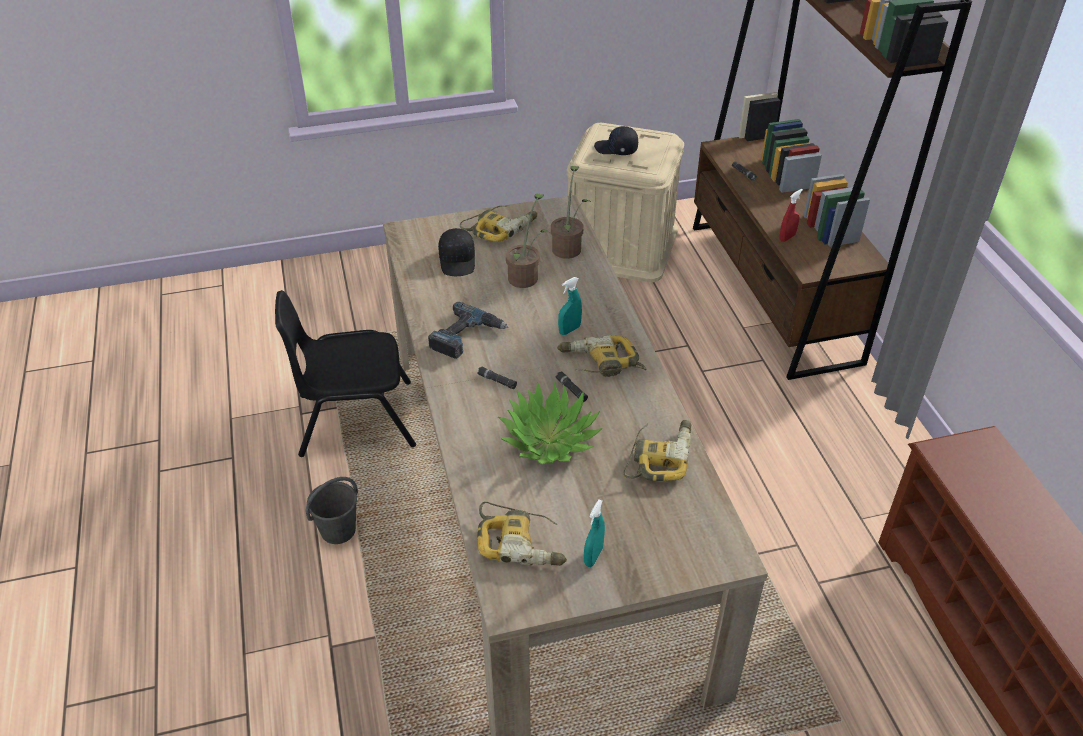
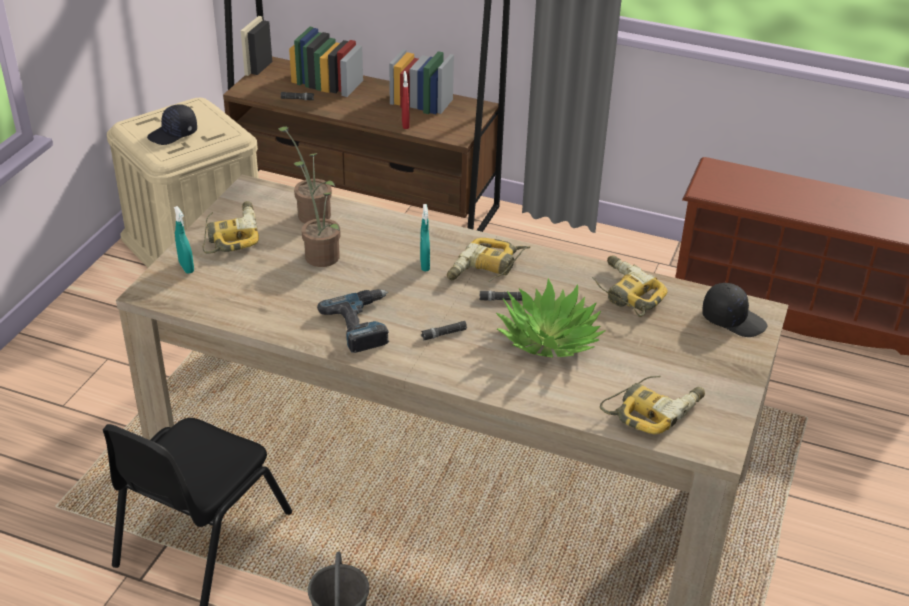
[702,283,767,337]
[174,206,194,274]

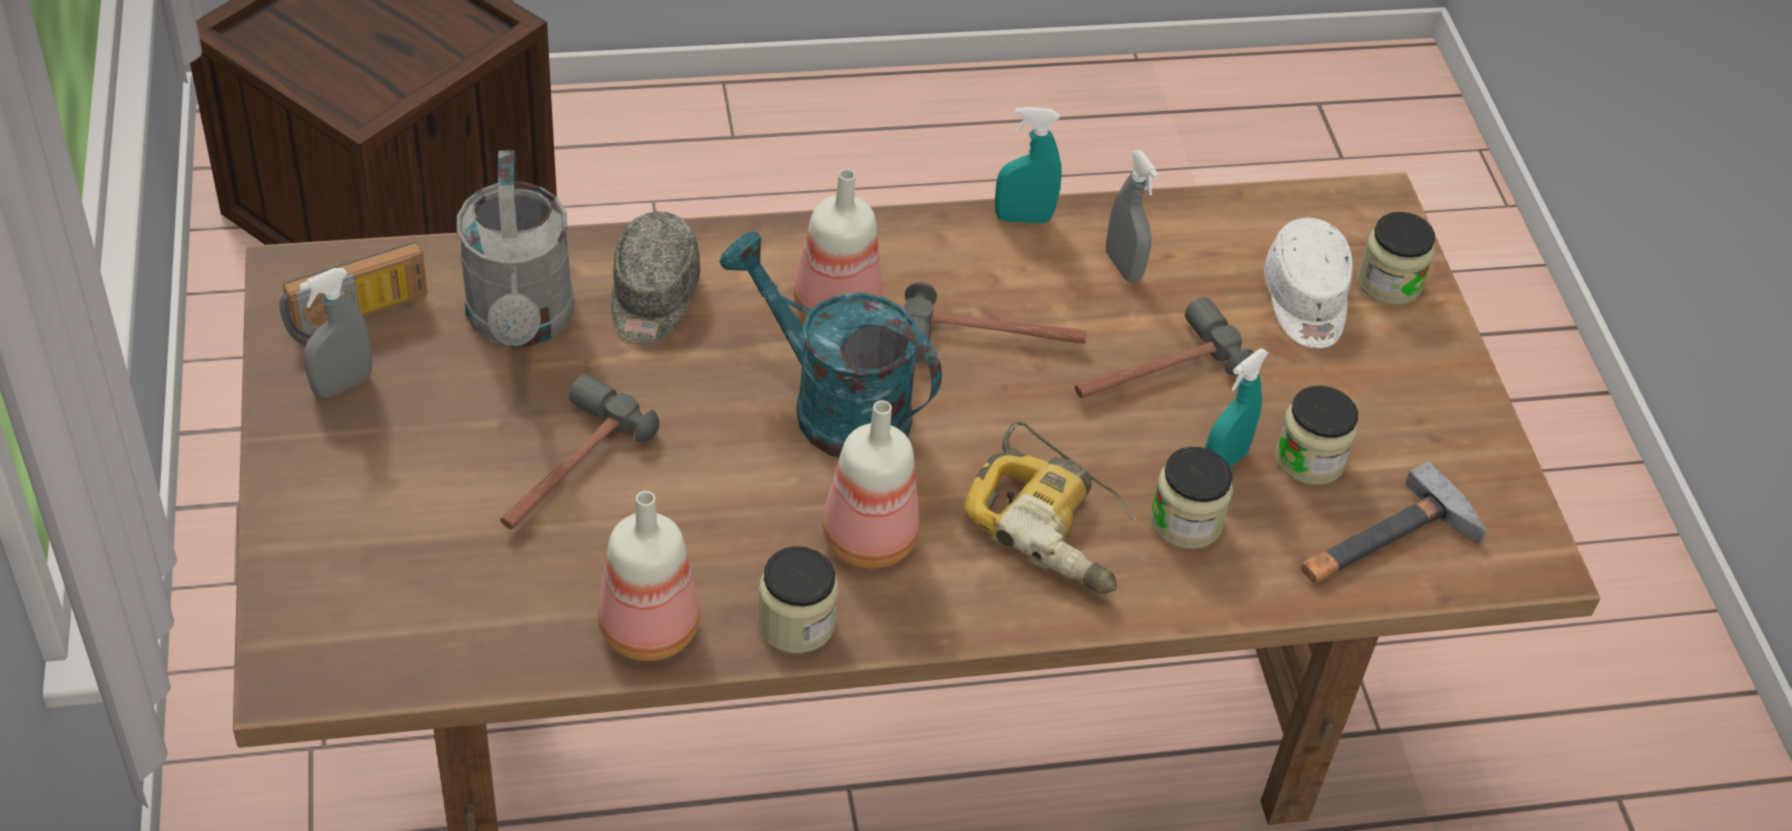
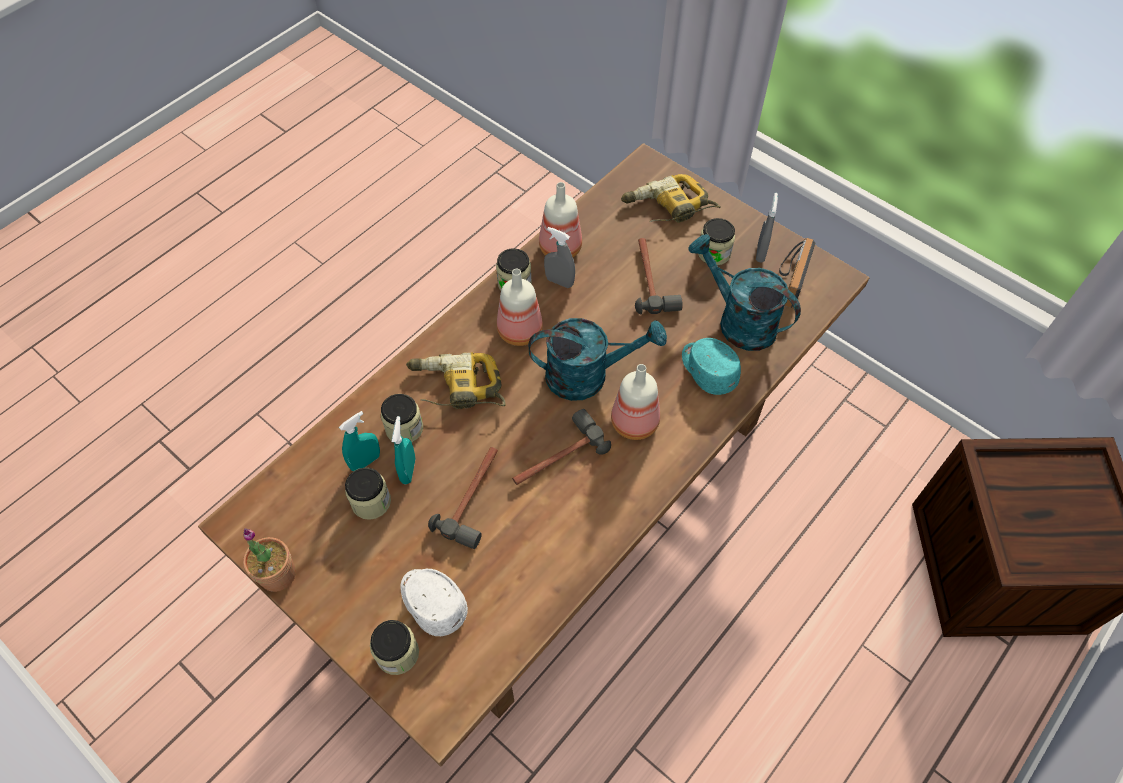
[1301,461,1486,583] (first image)
[243,528,296,592]
[621,174,721,223]
[698,218,735,265]
[339,411,380,471]
[544,227,575,288]
[688,234,801,351]
[682,338,741,395]

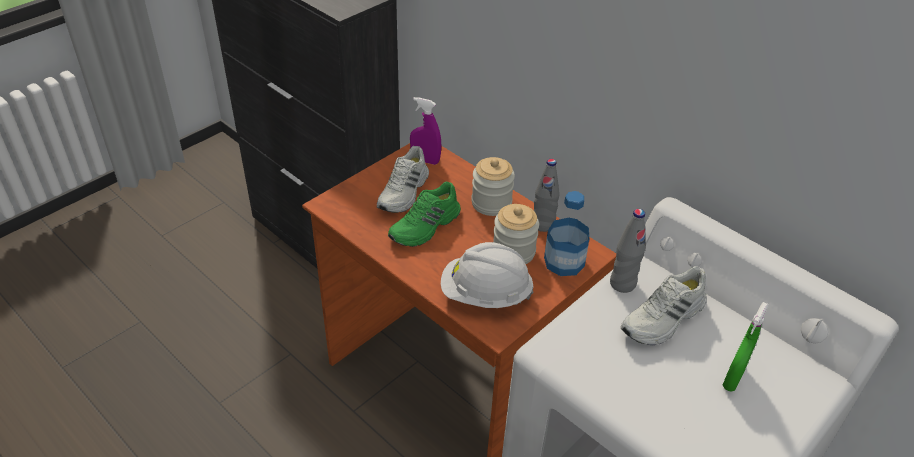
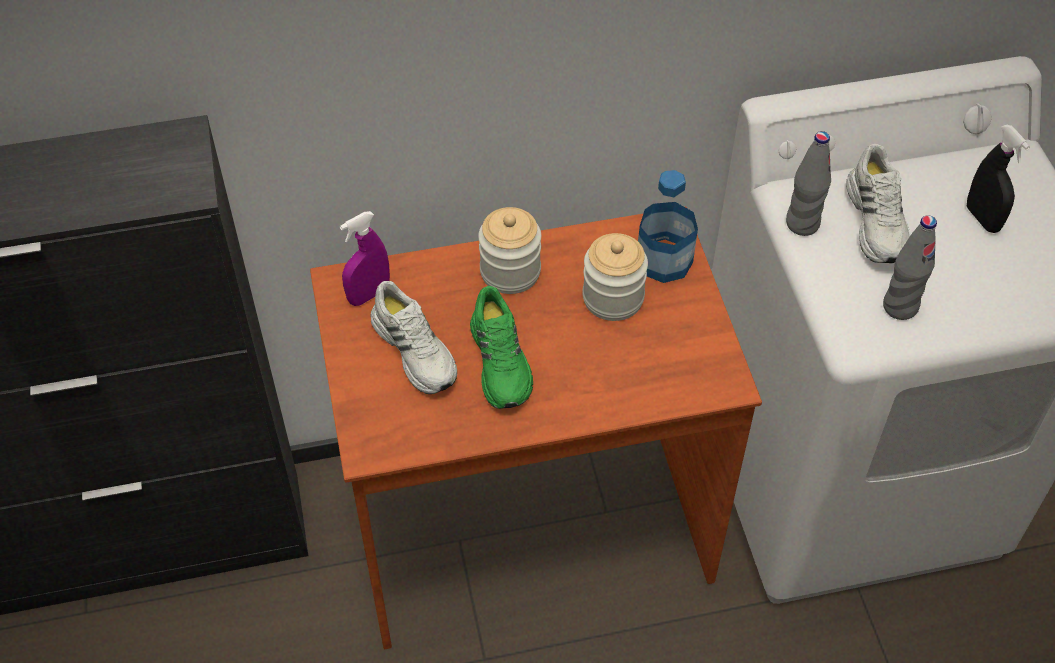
[441,242,534,308] (first image)
[883,215,937,320]
[967,125,1030,233]

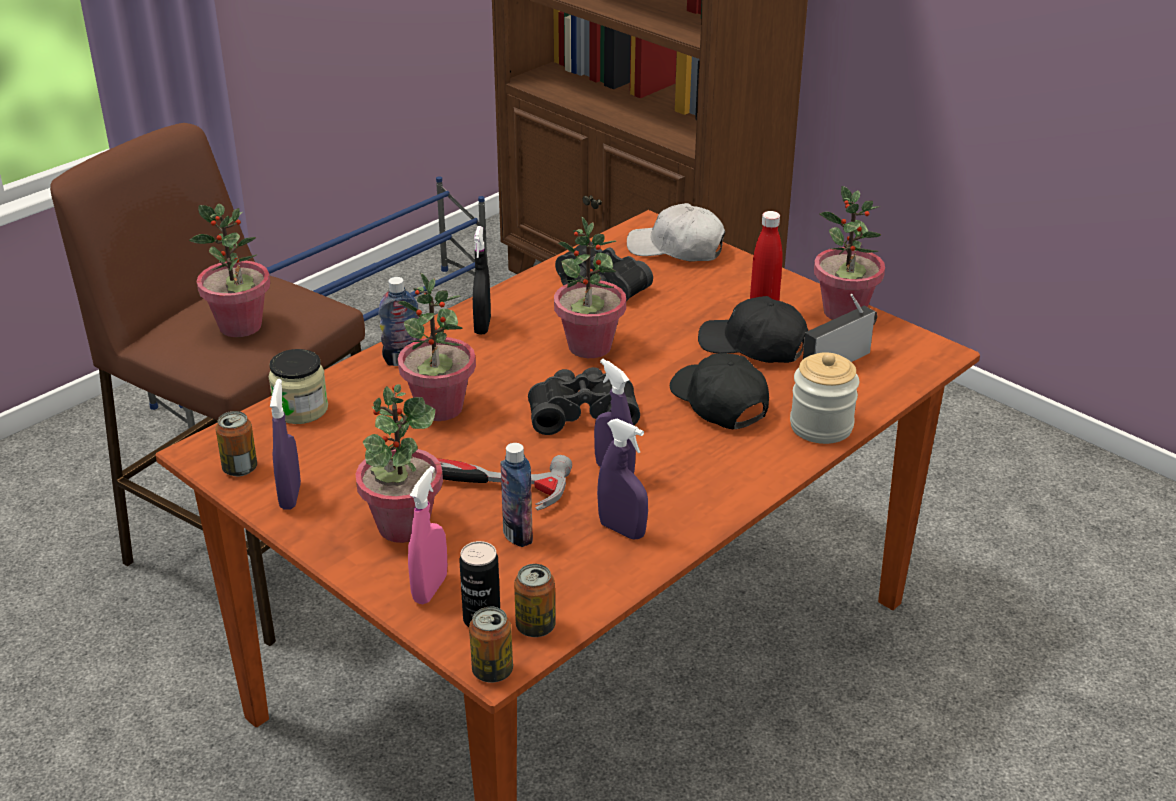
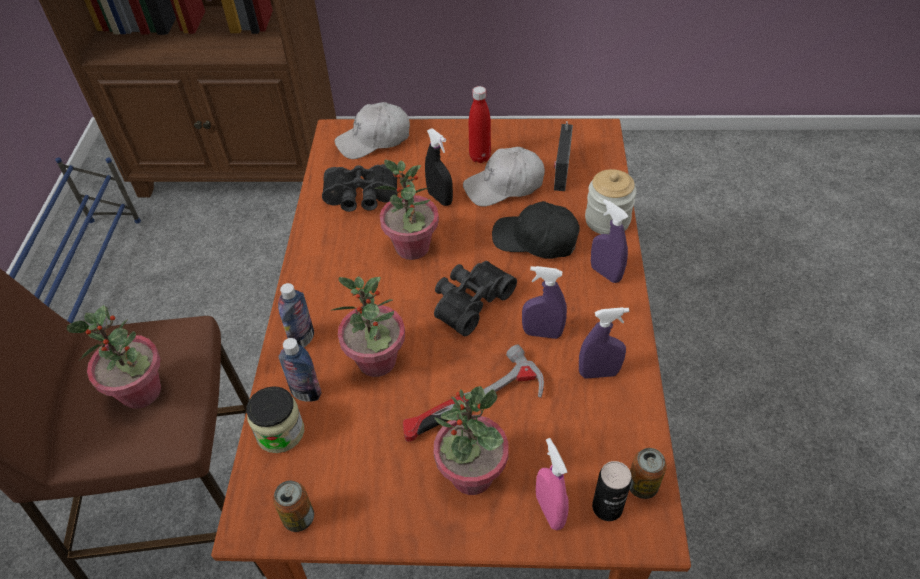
[469,606,513,682] (first image)
[814,186,885,320] (first image)
[591,199,629,283]
[425,128,453,206]
[278,338,322,402]
[463,147,545,207]

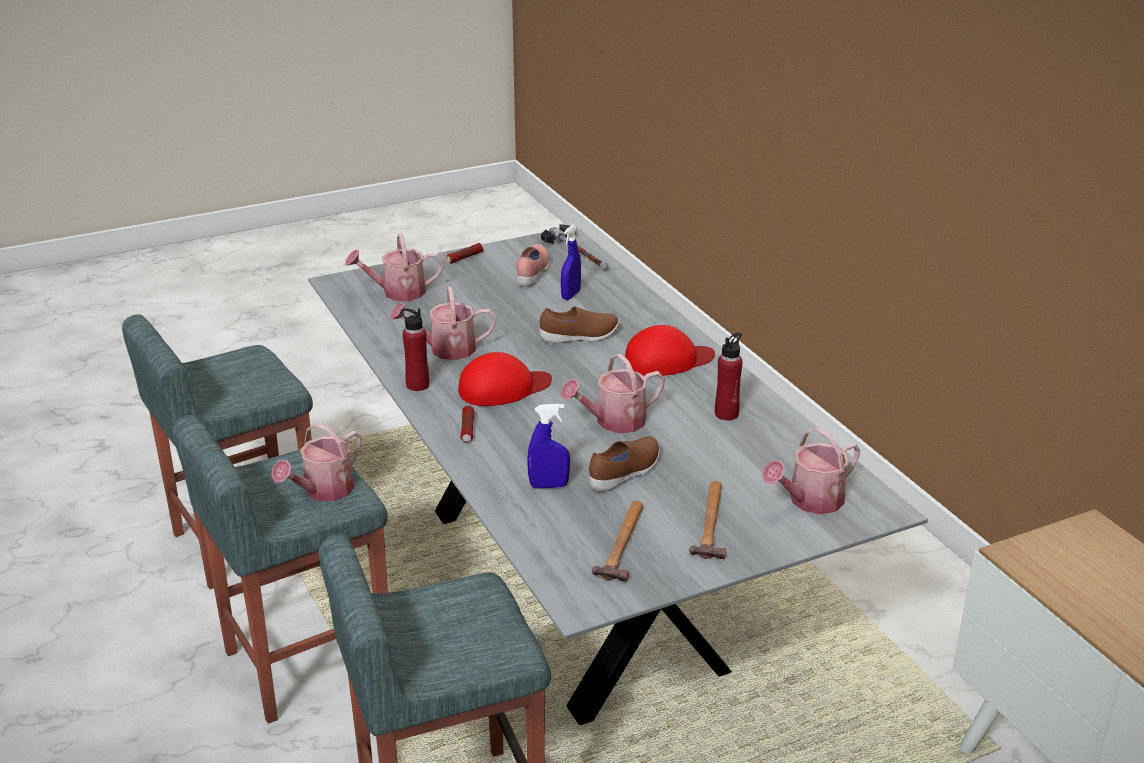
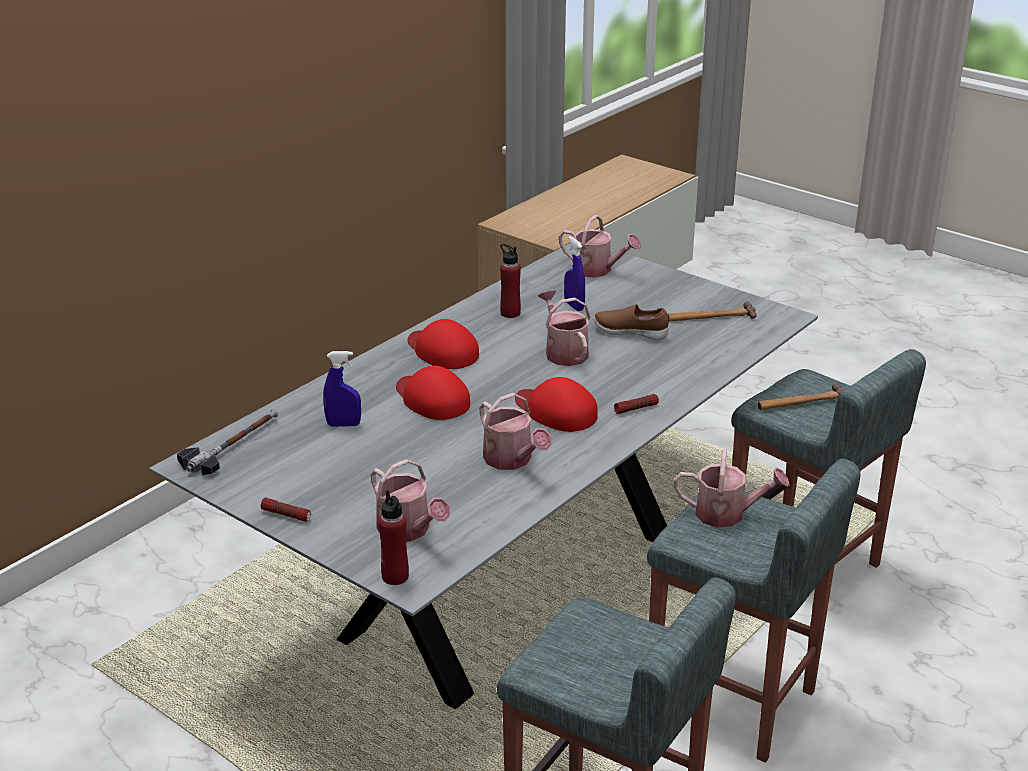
[516,244,549,287] (first image)
[379,490,409,585]
[564,236,585,311]
[758,383,845,410]
[396,366,470,420]
[538,290,591,366]

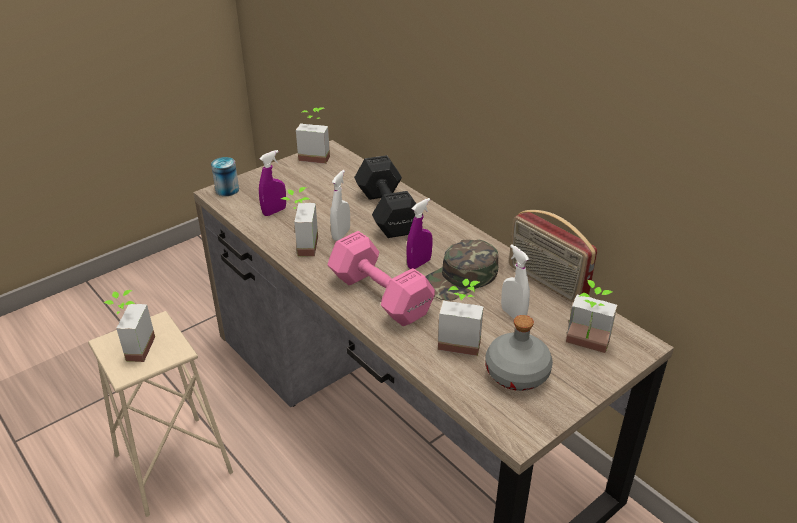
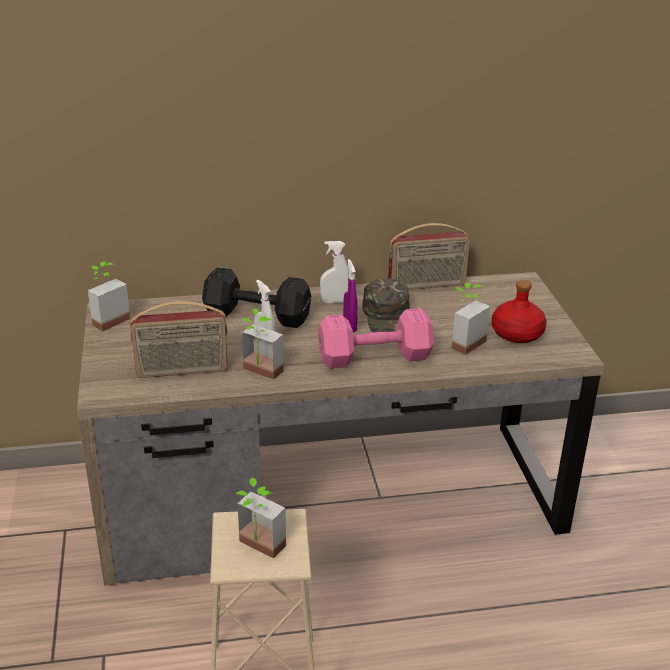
[211,157,239,196] (first image)
[566,280,617,353] (first image)
[320,241,349,303]
[130,301,228,378]
[492,280,547,343]

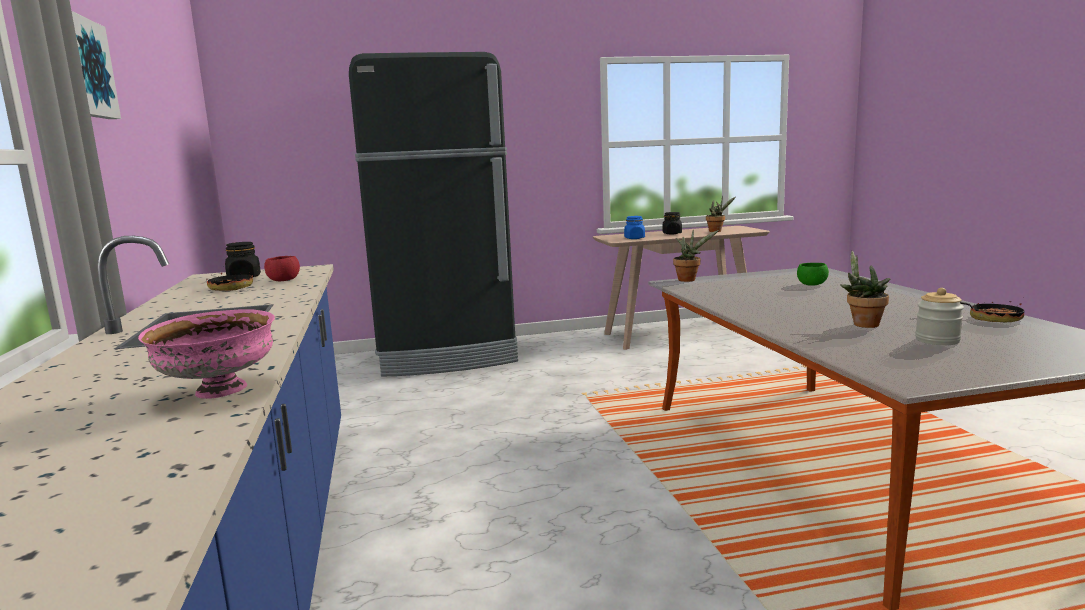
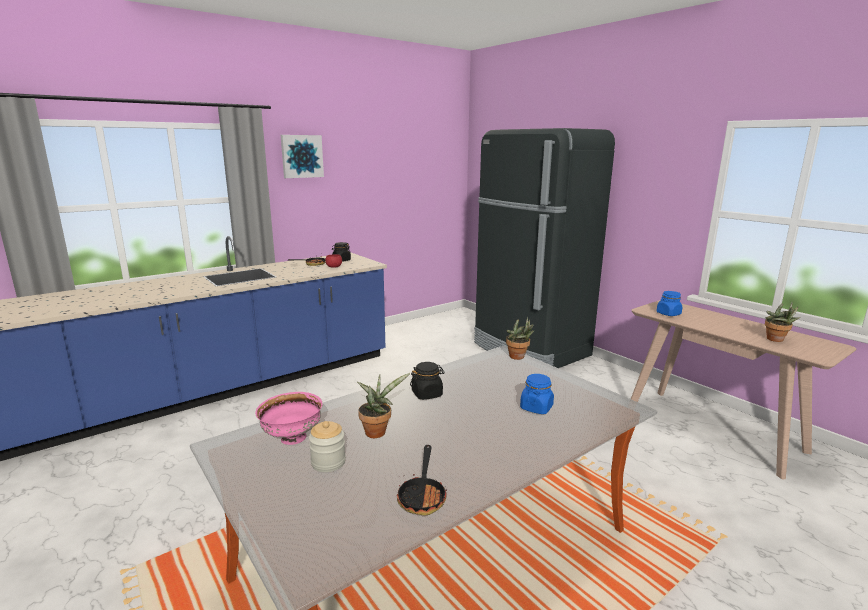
[255,392,323,445]
[410,362,445,400]
[520,374,554,414]

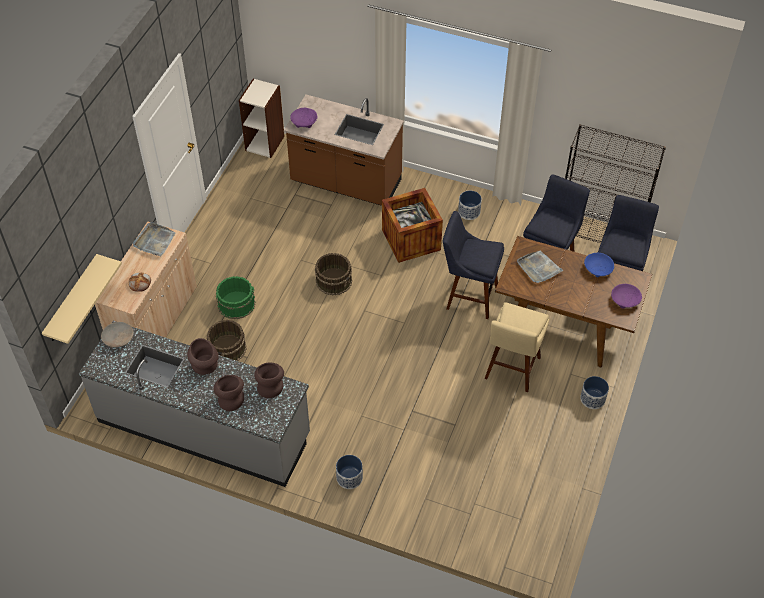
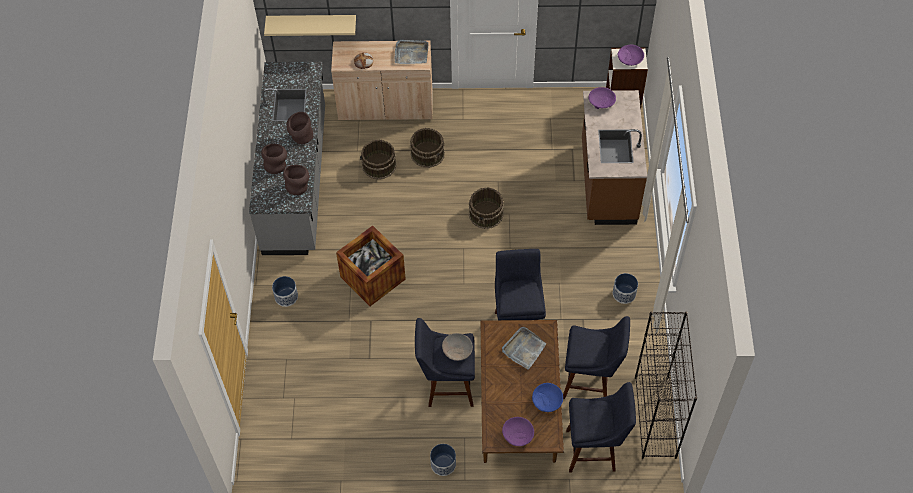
[618,45,644,66]
[442,333,473,361]
[336,226,406,306]
[410,128,445,168]
[415,318,475,407]

